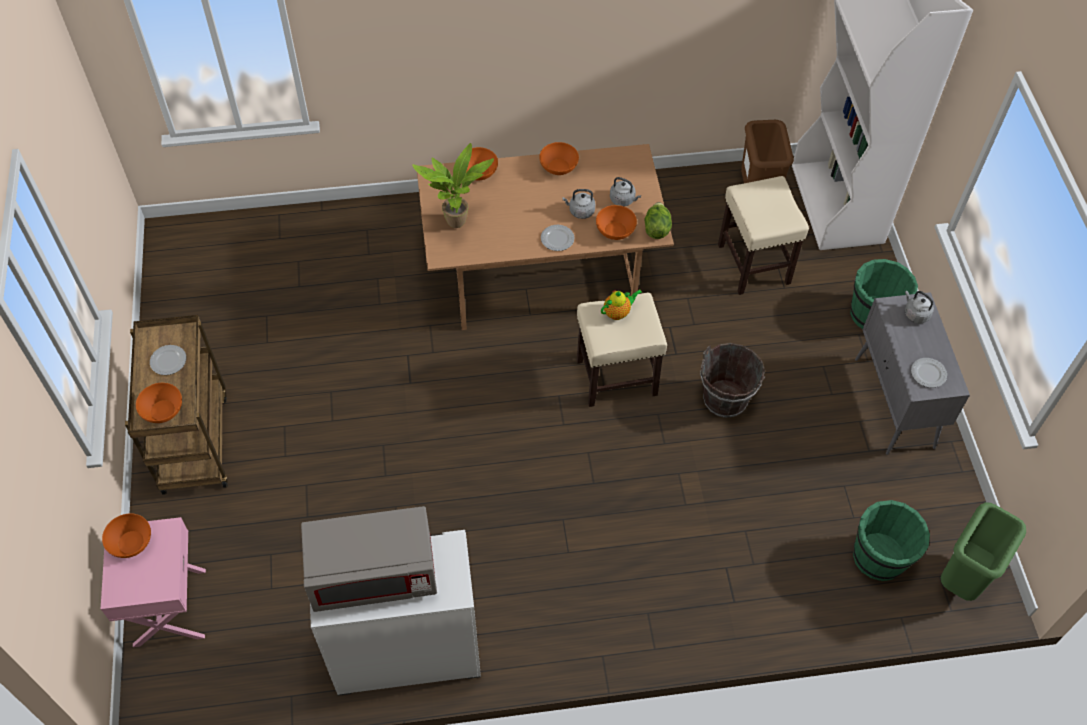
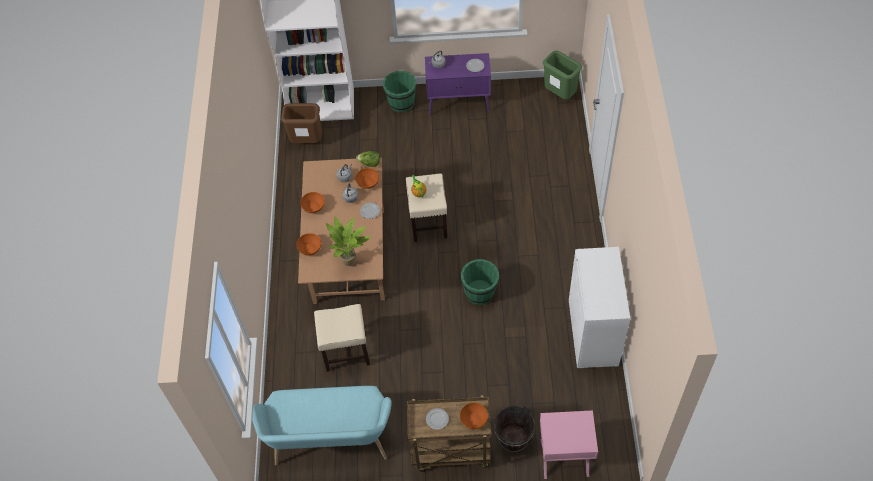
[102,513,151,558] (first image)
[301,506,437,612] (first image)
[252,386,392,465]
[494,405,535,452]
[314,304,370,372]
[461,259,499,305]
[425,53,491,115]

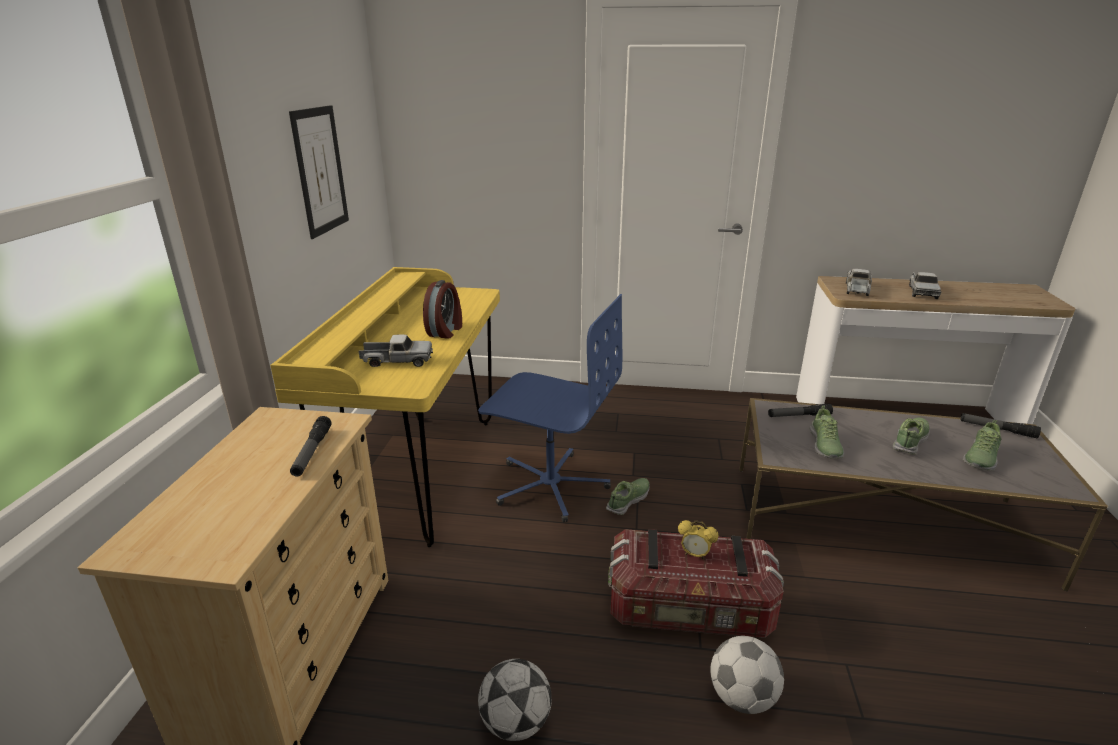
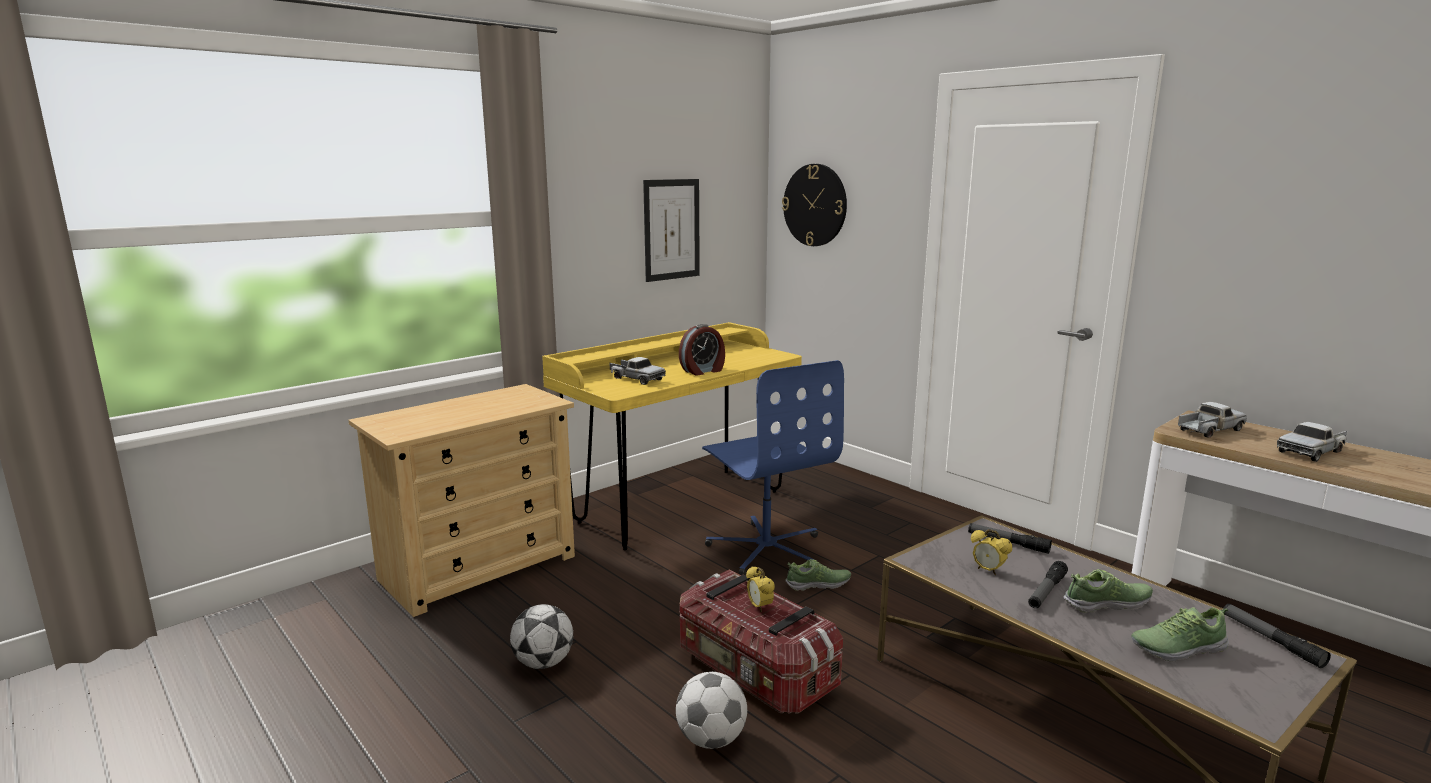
[782,164,847,246]
[1028,561,1068,608]
[971,529,1012,575]

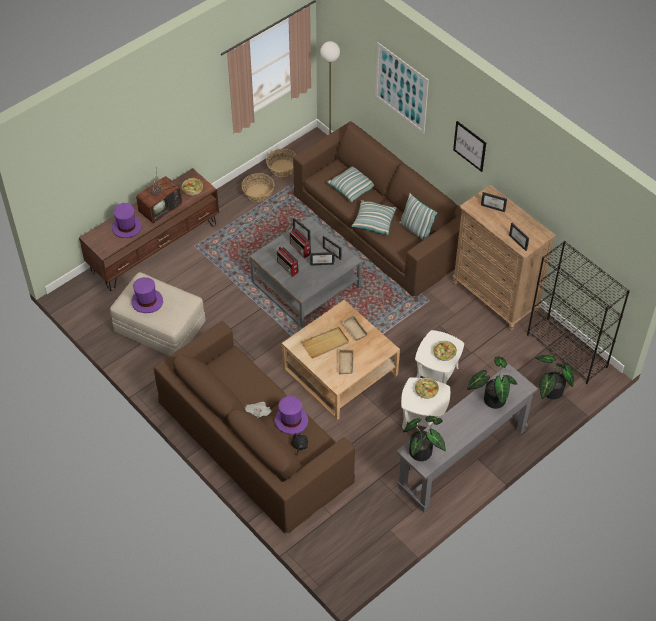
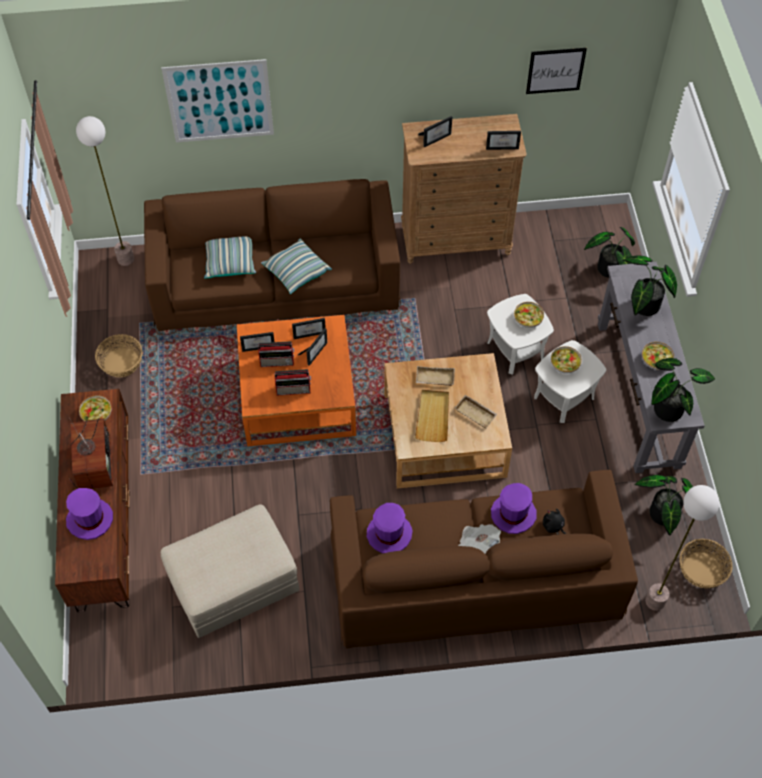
[399,193,437,240] (first image)
[527,241,630,384] (first image)
[634,475,693,536]
[642,342,674,370]
[645,485,720,611]
[366,503,413,553]
[679,539,733,589]
[526,48,587,94]
[237,315,356,447]

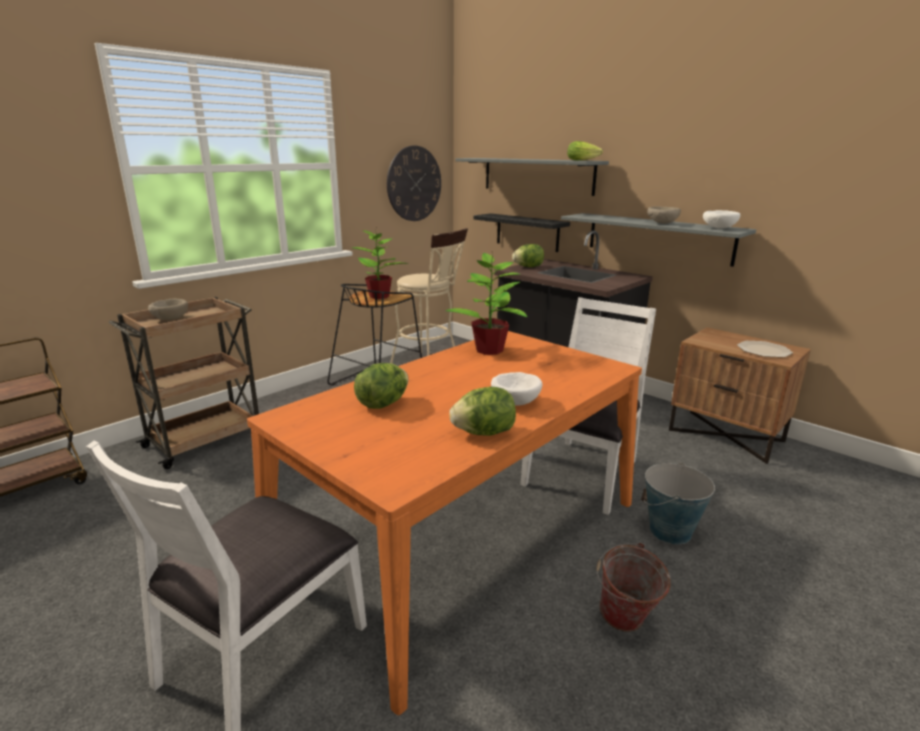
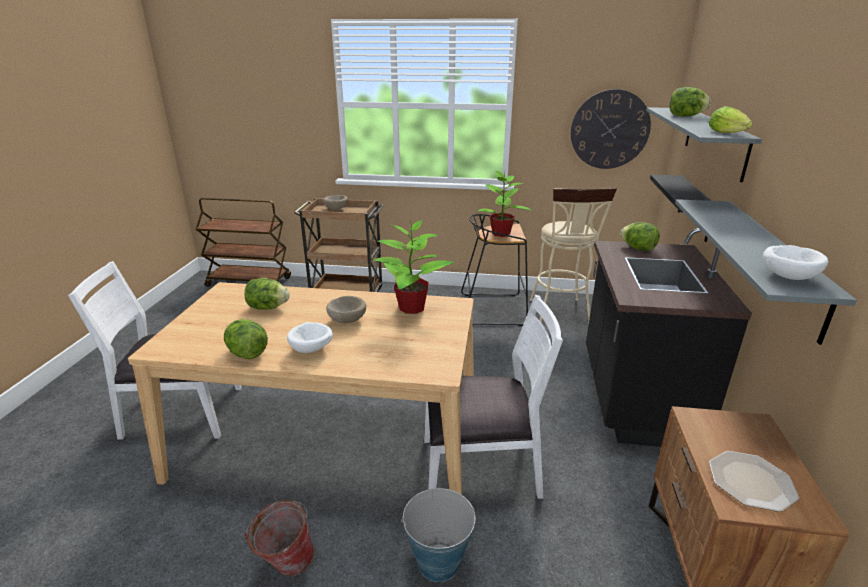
[669,87,711,116]
[326,296,366,323]
[128,282,474,495]

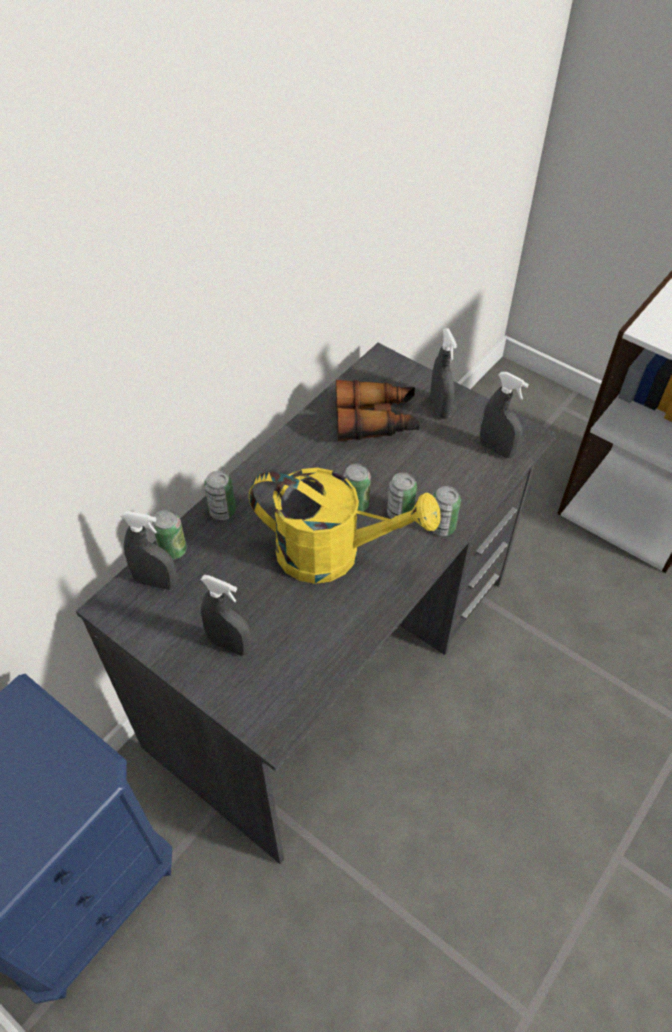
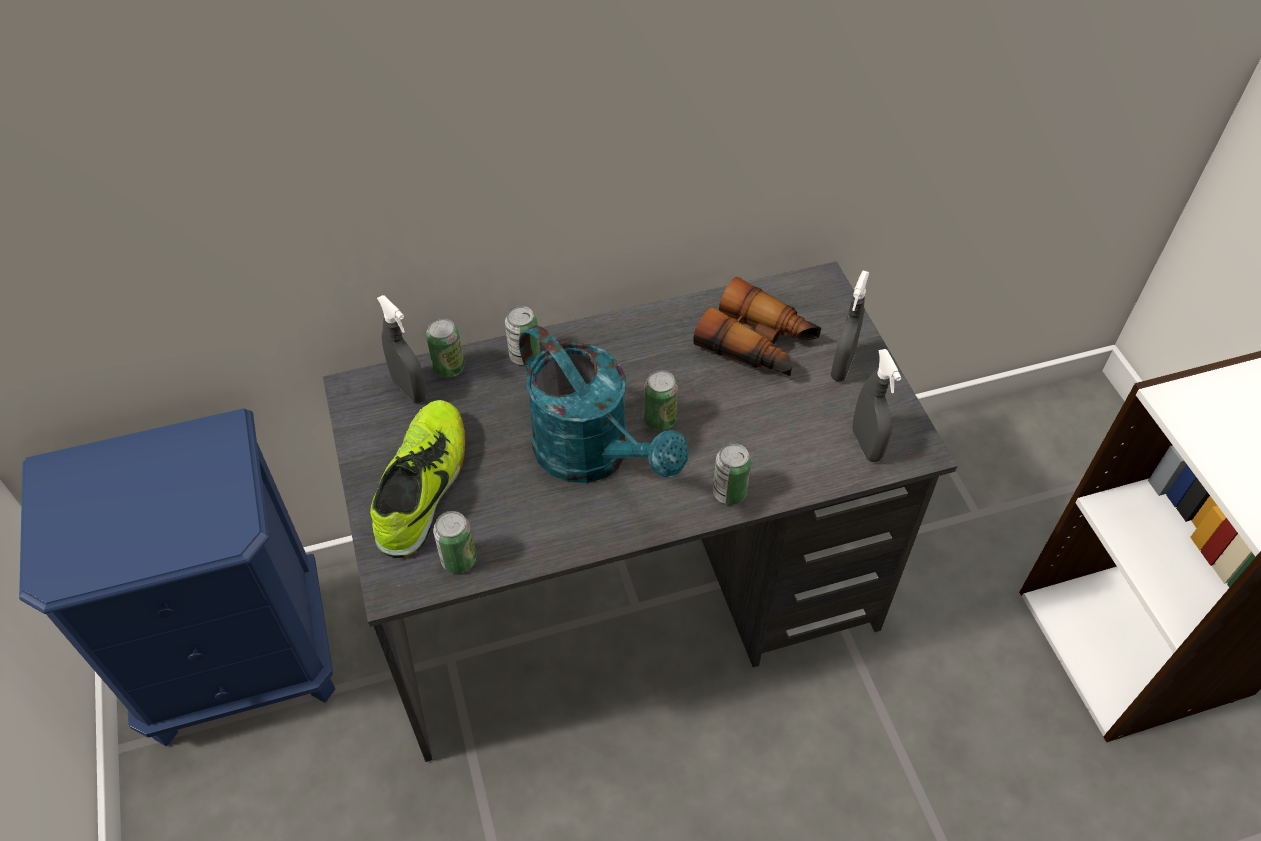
[433,511,476,573]
[370,400,465,558]
[519,325,688,483]

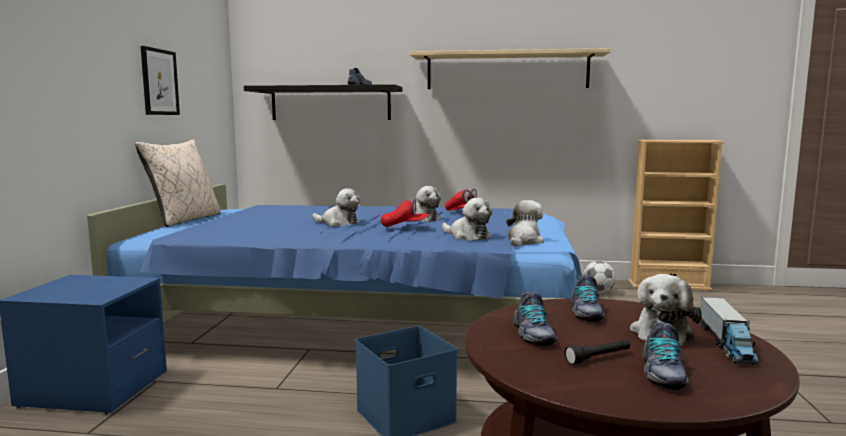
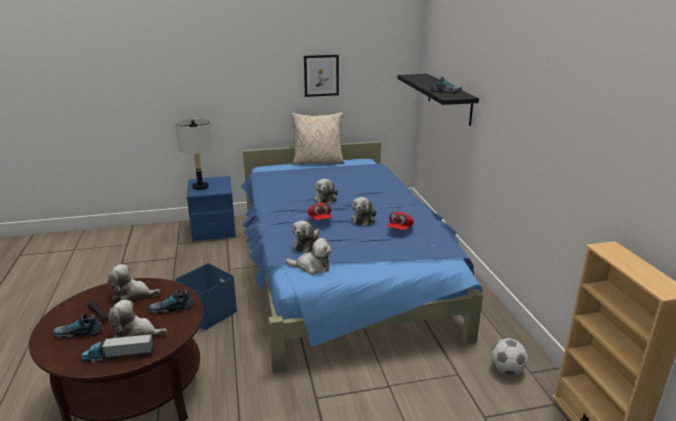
[410,48,611,89] (first image)
[175,118,213,190]
[108,264,160,302]

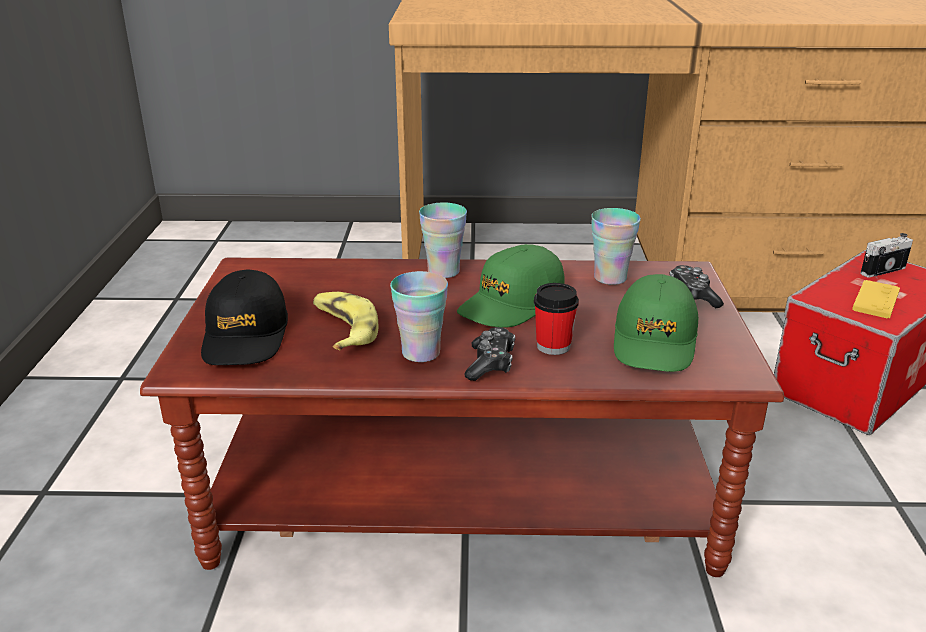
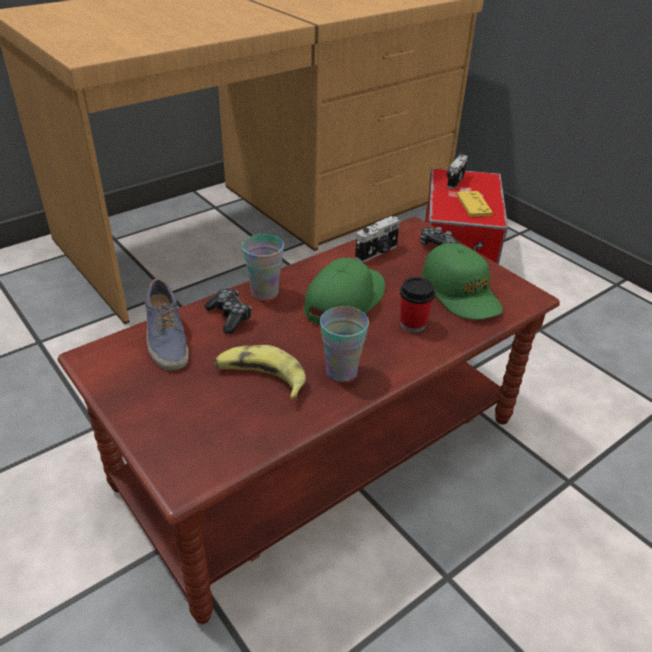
[201,269,288,365] (first image)
[145,278,189,371]
[205,288,252,334]
[355,216,400,262]
[304,258,385,325]

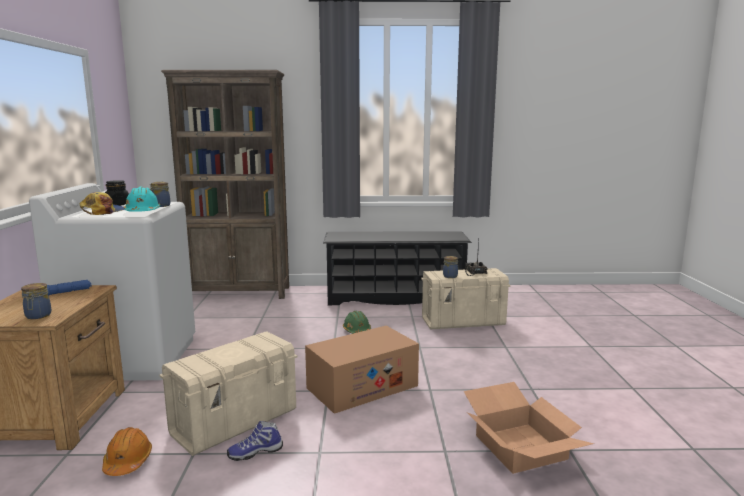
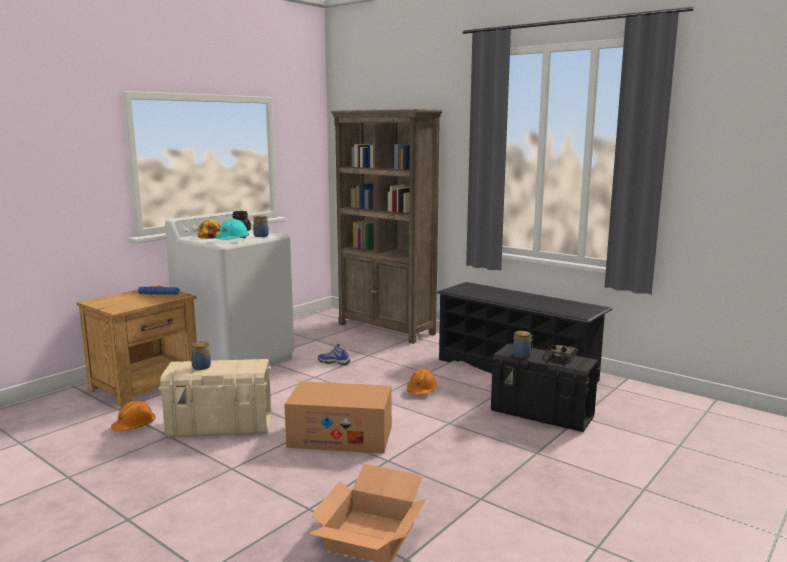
[191,341,211,370]
[318,344,350,365]
[407,369,437,395]
[490,344,600,432]

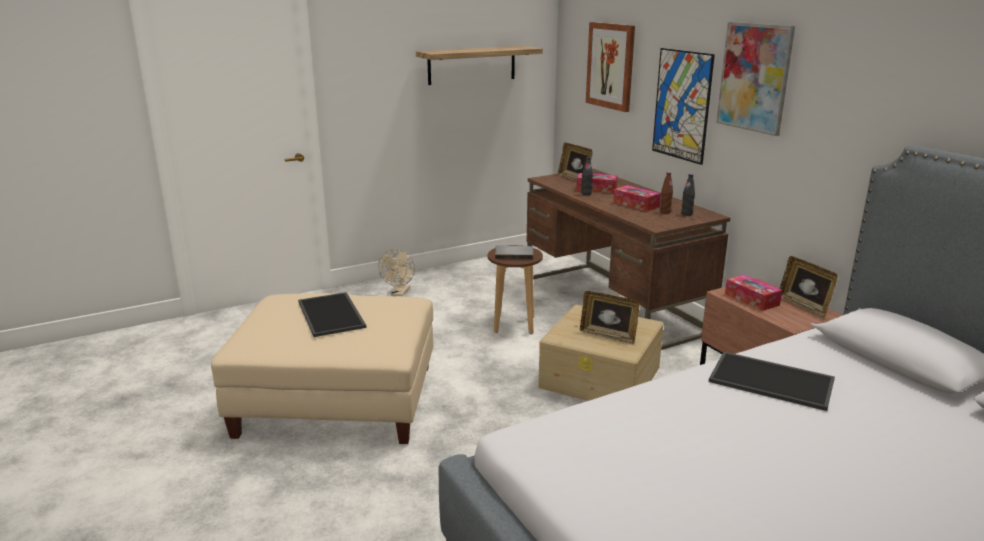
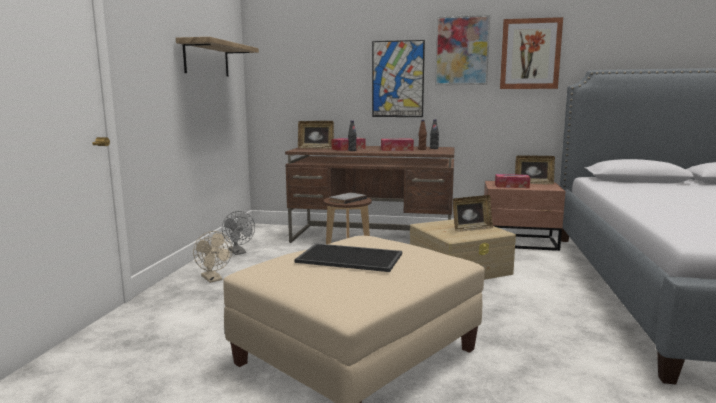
[709,352,835,411] (first image)
[222,211,255,255]
[500,17,563,89]

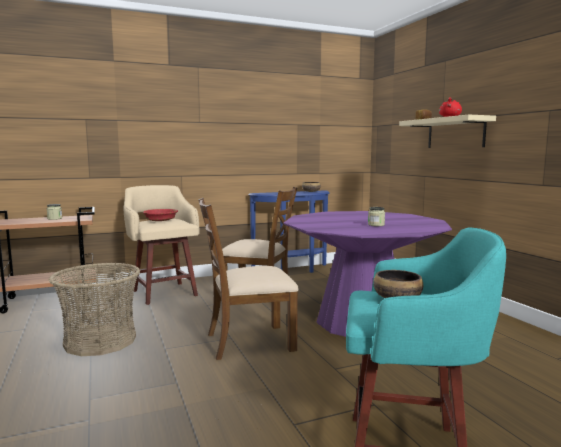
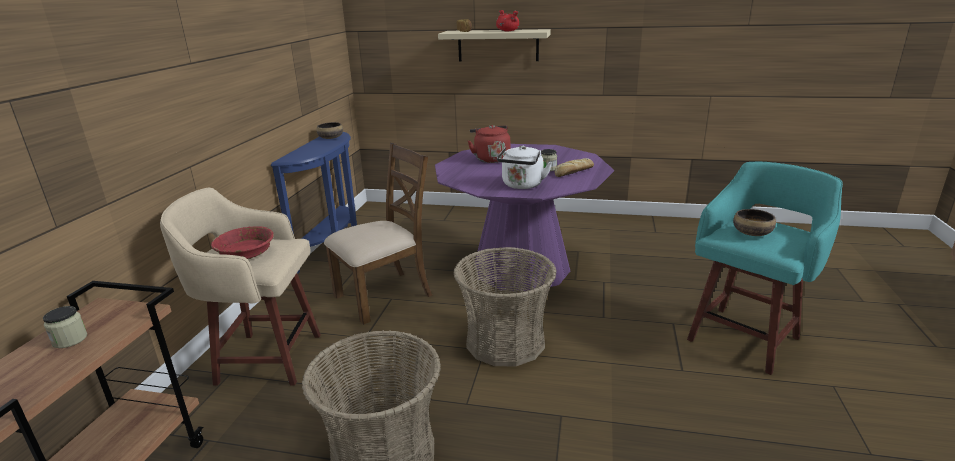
[468,125,510,163]
[497,146,552,189]
[555,158,594,177]
[453,247,557,366]

